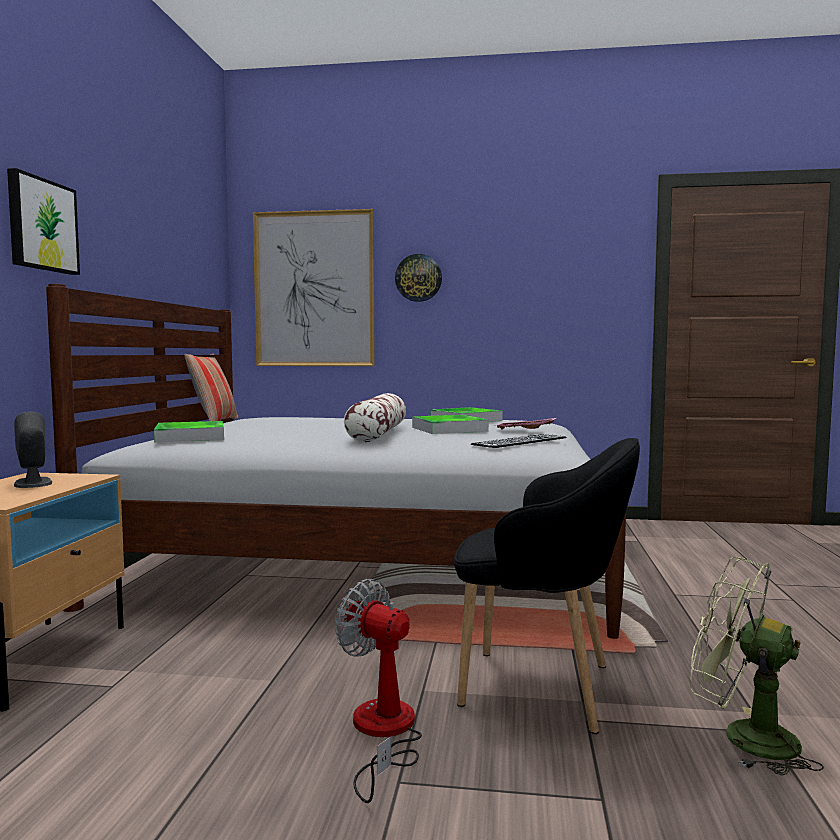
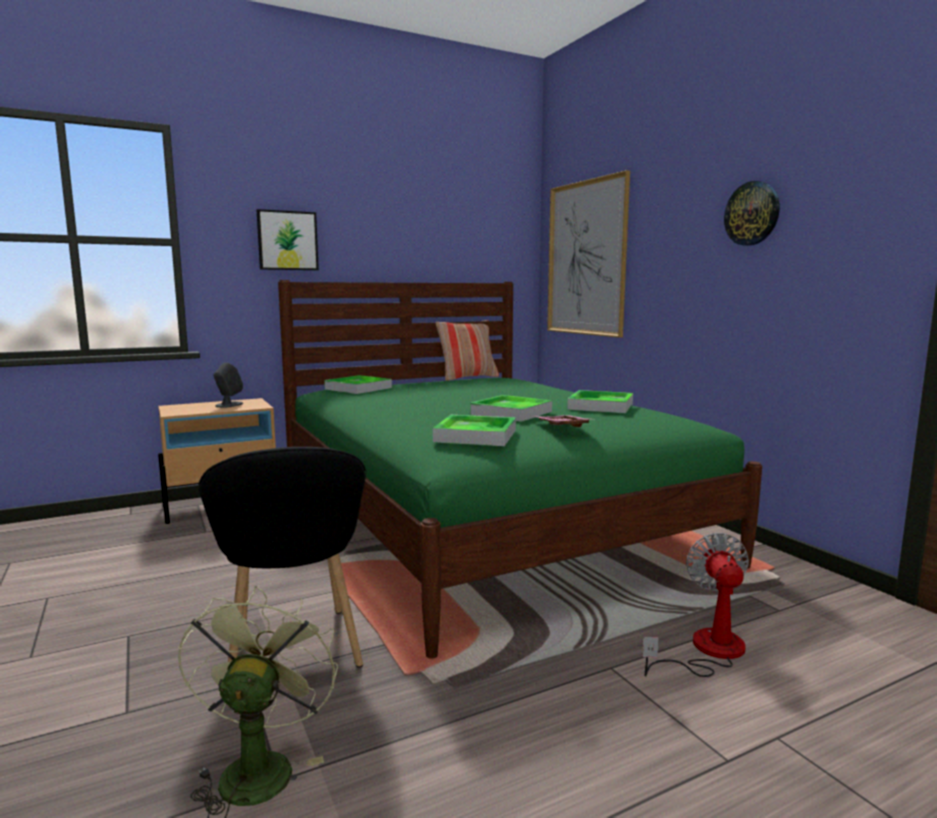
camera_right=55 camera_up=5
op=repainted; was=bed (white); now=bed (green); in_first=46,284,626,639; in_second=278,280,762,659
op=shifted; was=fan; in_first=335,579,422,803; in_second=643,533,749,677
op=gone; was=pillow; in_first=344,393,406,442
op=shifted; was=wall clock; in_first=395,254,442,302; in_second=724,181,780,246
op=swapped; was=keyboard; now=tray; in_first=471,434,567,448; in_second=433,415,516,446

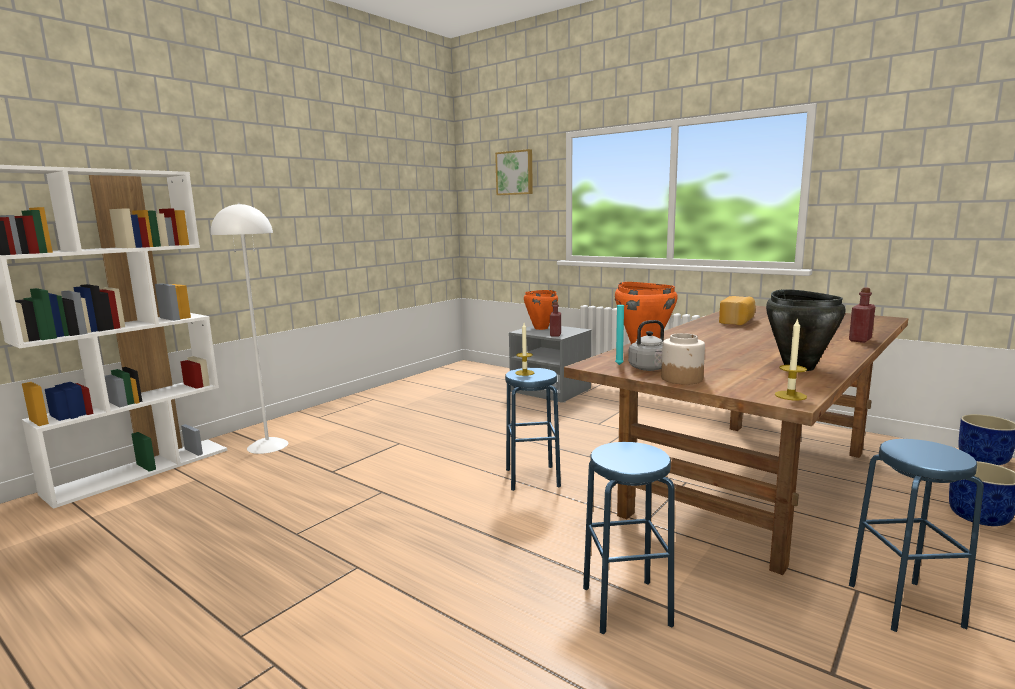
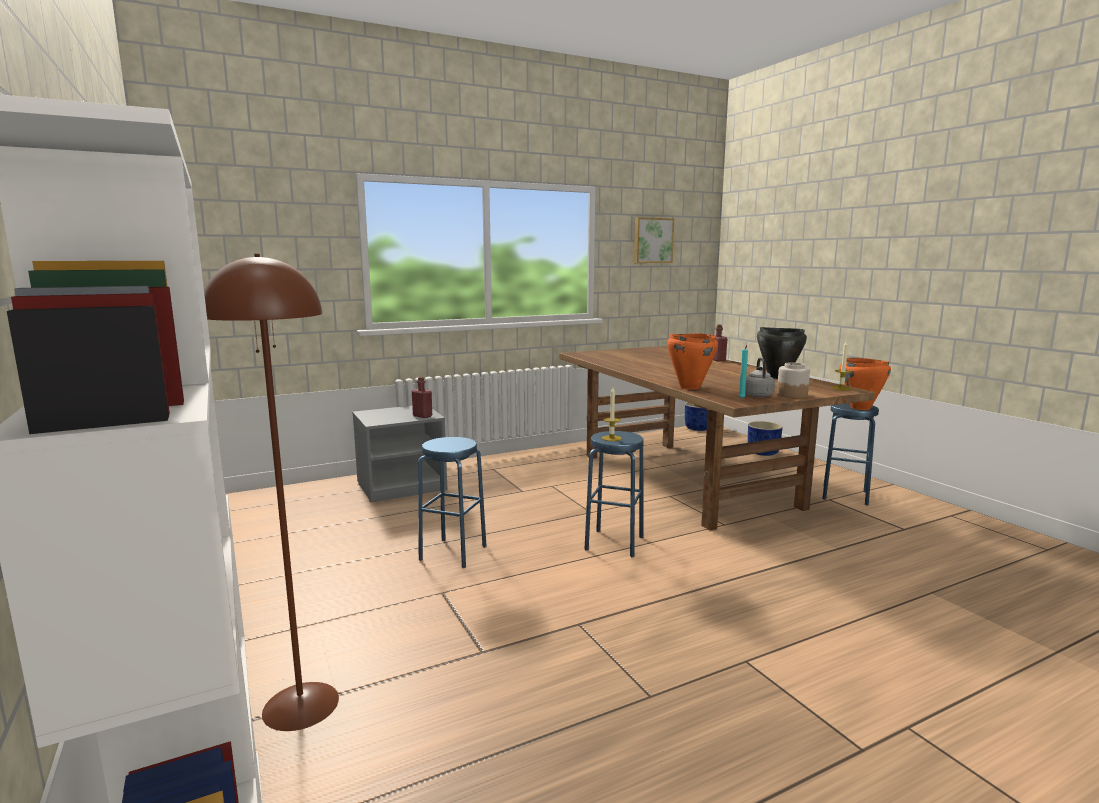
camera_right=-65 camera_up=0
op=repainted; was=floor lamp (white); now=floor lamp (brown); in_first=211,203,288,454; in_second=204,254,339,731
op=shifted; was=picture; in_first=495,149,533,195; in_second=634,217,674,263
op=shifted; was=cooking pot (orange); in_first=524,290,558,330; in_second=839,358,891,410
op=shifted; was=stool (blue); in_first=583,442,674,634; in_second=418,437,487,568
op=gone; was=bread; in_first=719,296,756,325

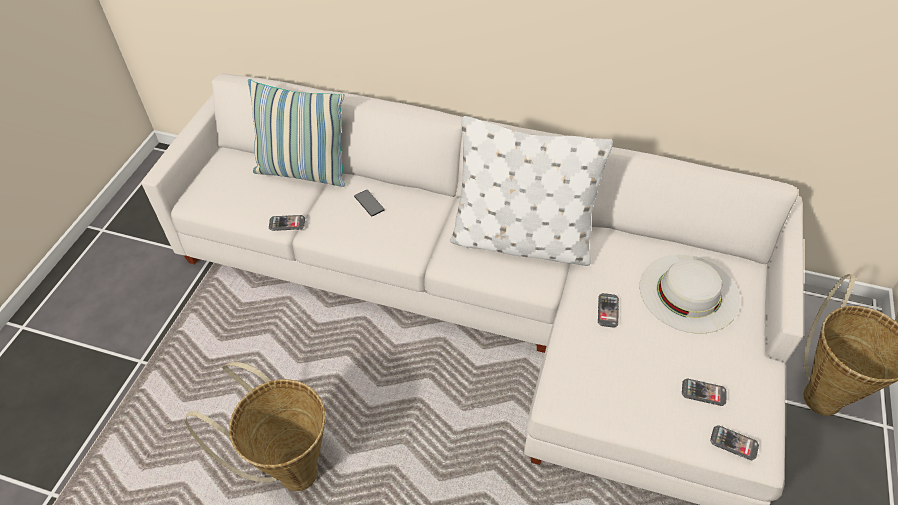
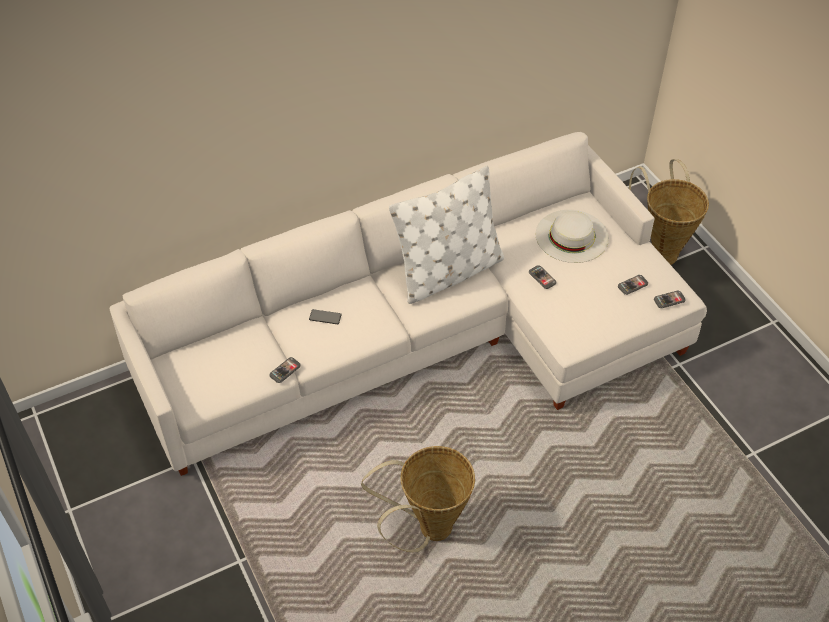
camera_right=-45 camera_up=0
op=gone; was=pillow; in_first=248,79,345,187

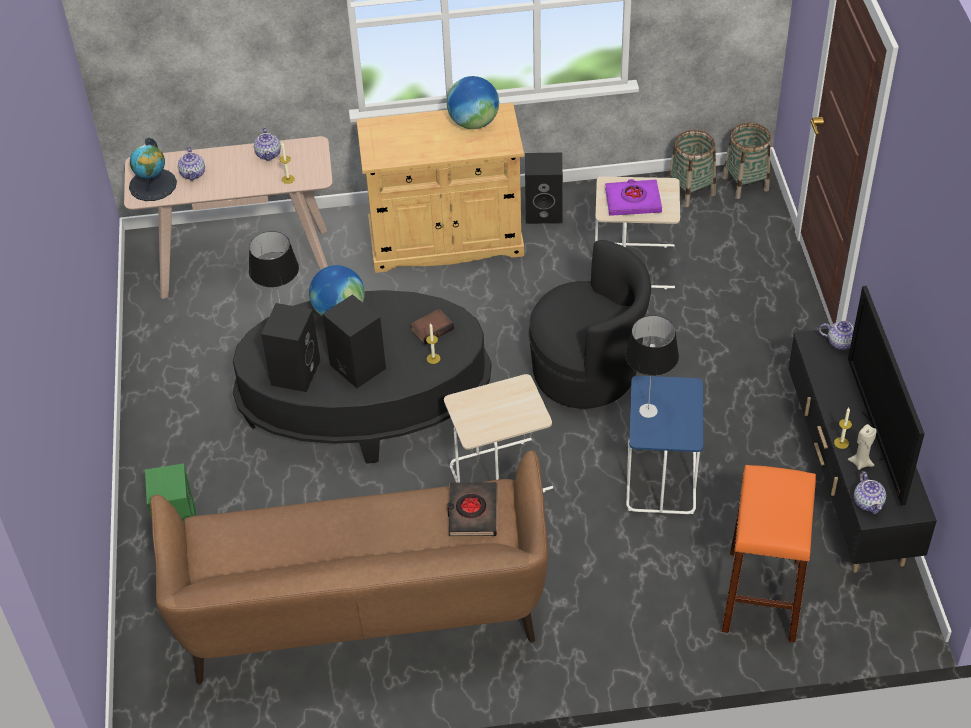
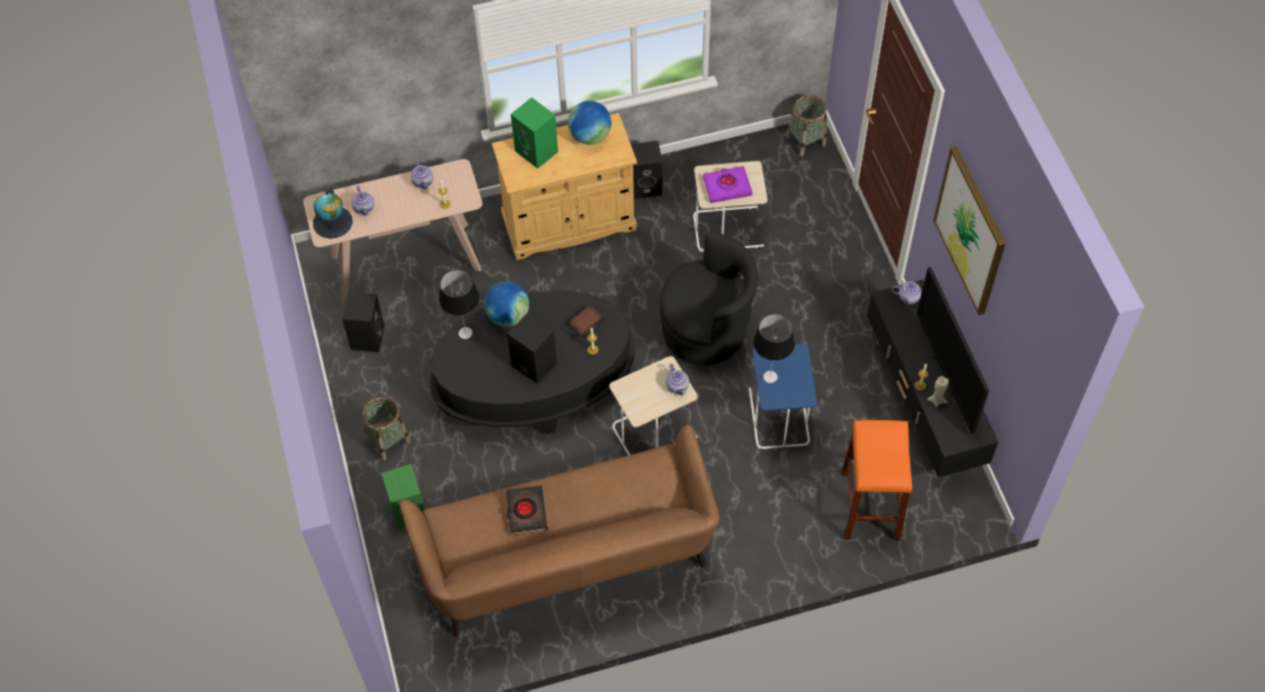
camera_right=-10 camera_up=10
op=shifted; was=speaker (black); in_first=261,303,320,392; in_second=342,292,385,352
op=shifted; was=book (black); in_first=448,482,497,536; in_second=505,485,548,535
op=shifted; was=basket; in_first=668,130,716,207; in_second=362,396,411,460
op=shifted; was=teapot; in_first=854,471,886,514; in_second=666,364,689,396
op=new; now=speaker (green); in_second=511,97,558,169
op=new; now=picture; in_second=933,146,1005,315

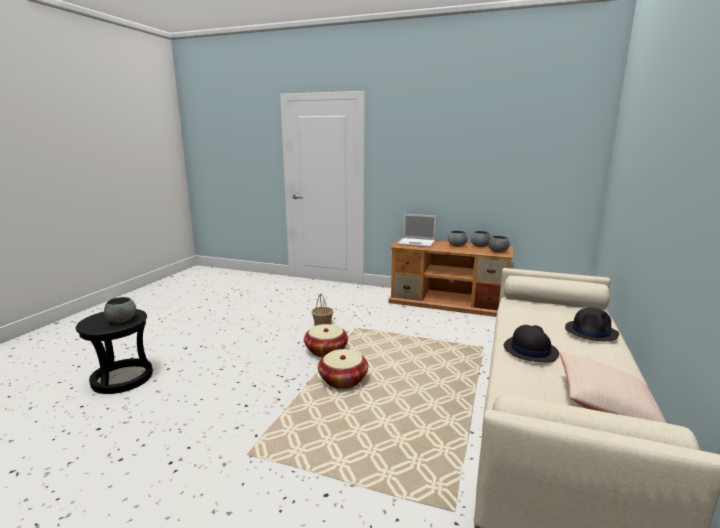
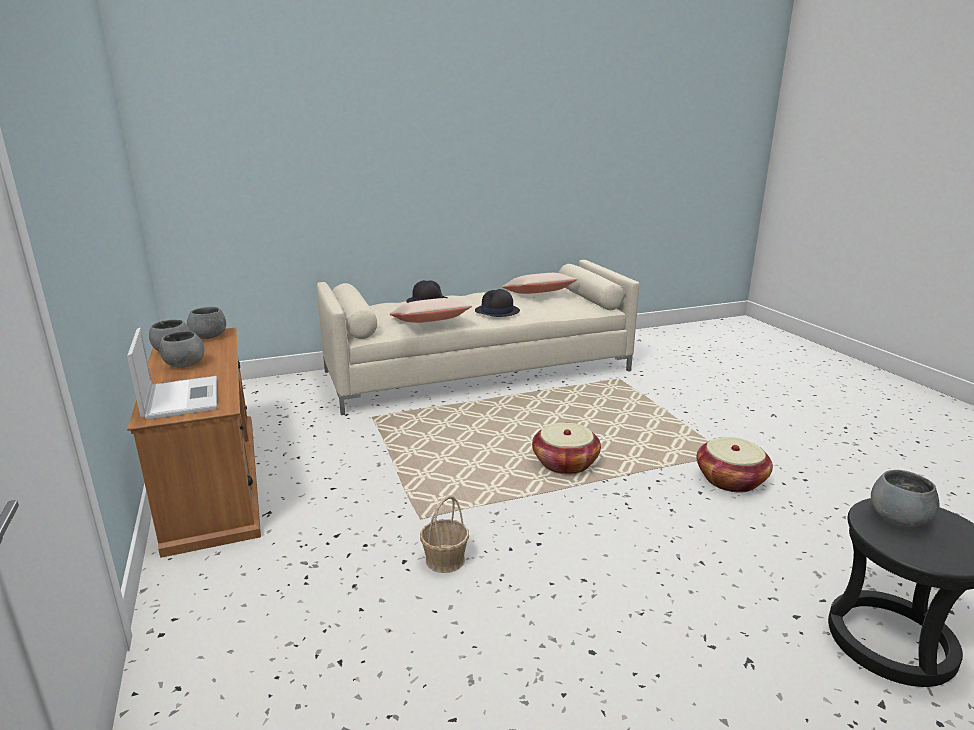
camera_right=-130 camera_up=5
op=shifted; was=basket; in_first=304,324,348,357; in_second=697,437,773,492
op=new; now=pillow (beige); in_second=390,298,472,323

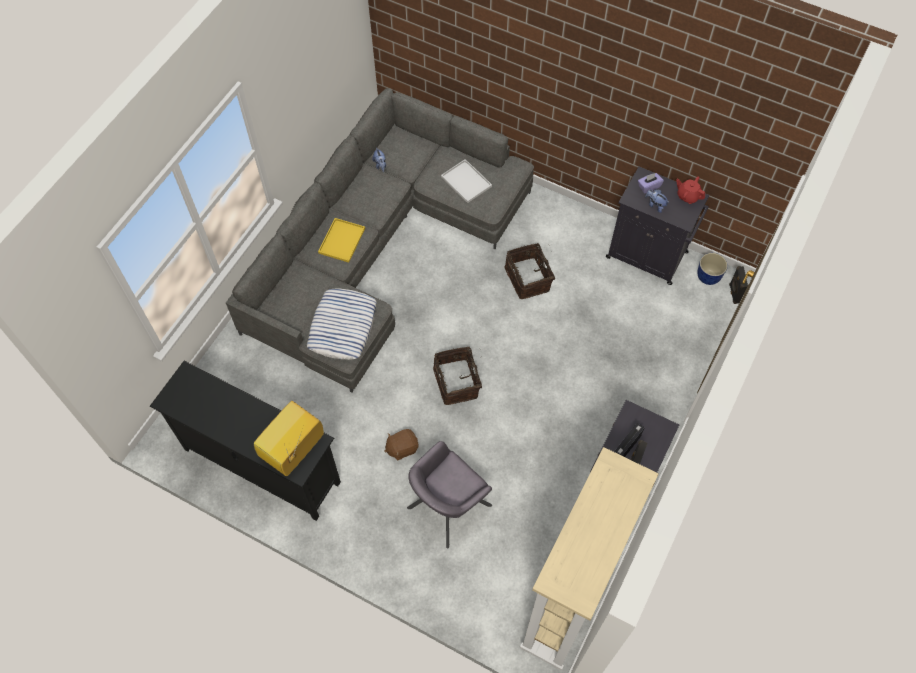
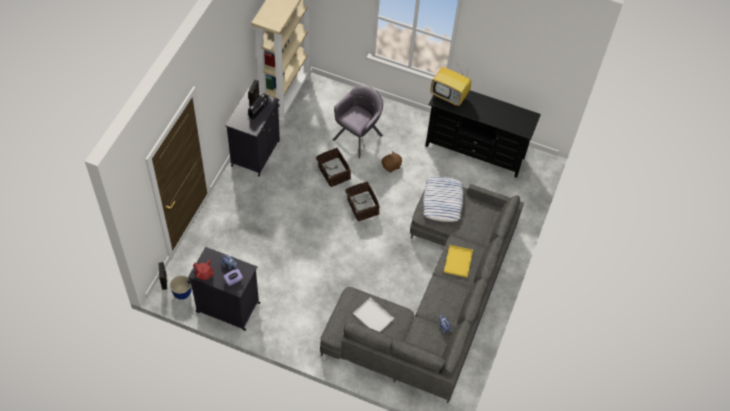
camera_right=170 camera_up=-5
op=rotated; was=television; in_first=254,401,324,476; in_second=431,64,471,106; clockwise=90
op=shifted; was=basket; in_first=504,243,555,299; in_second=316,148,351,187

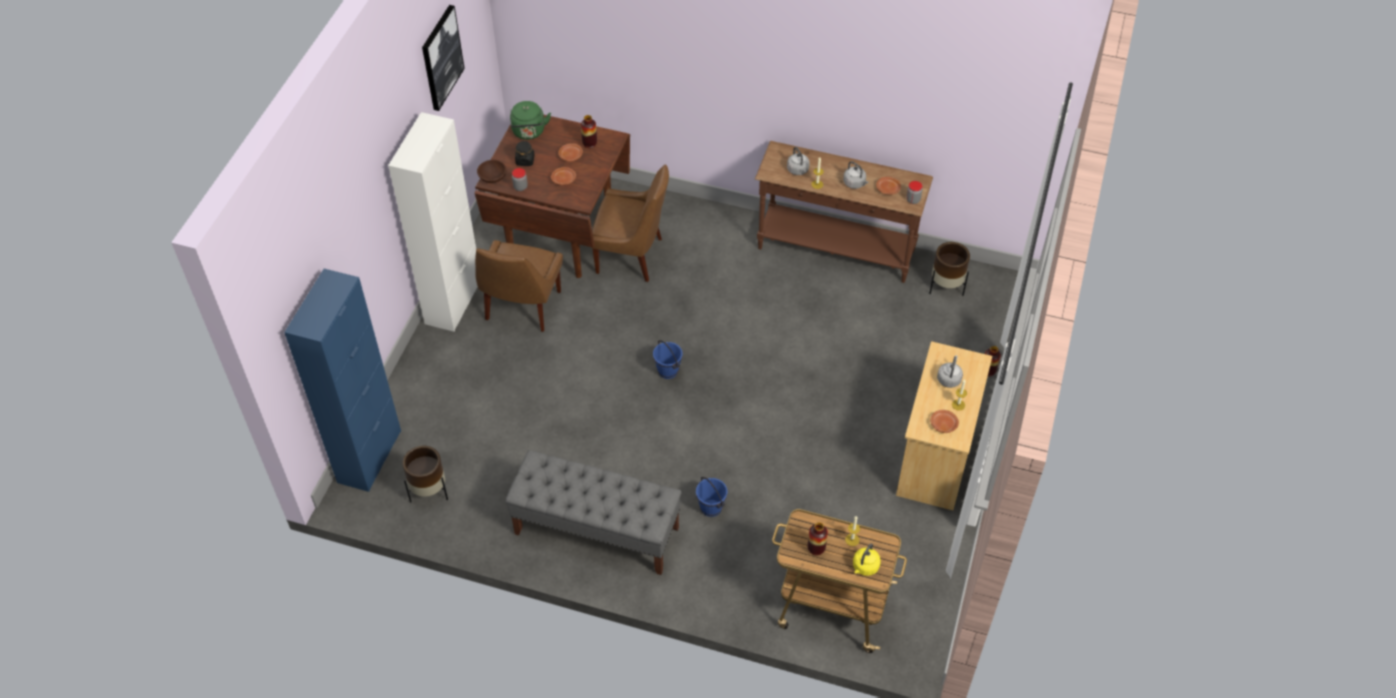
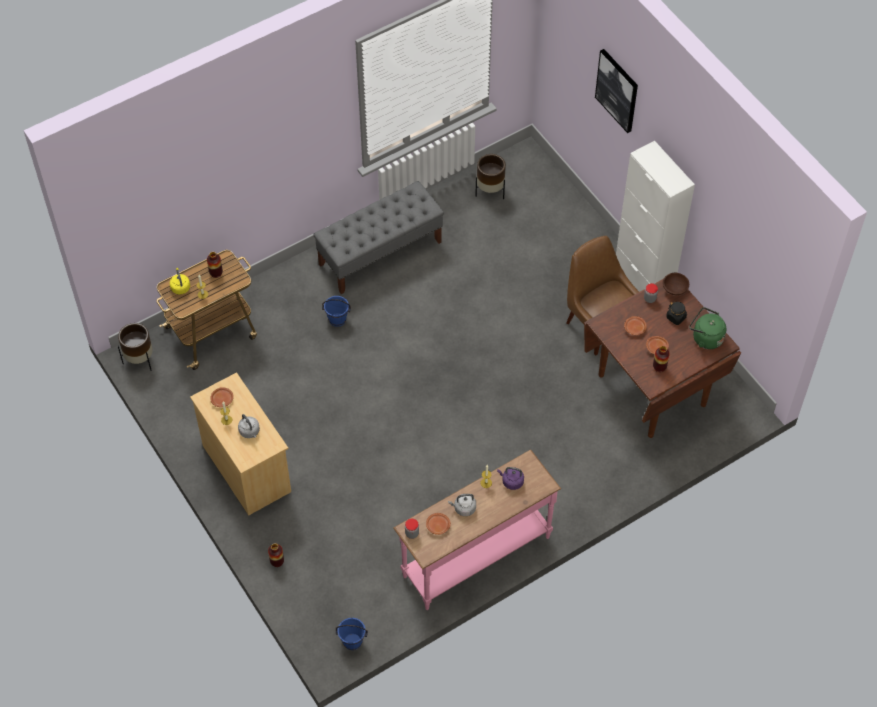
camera_right=130 camera_up=5
op=gone; was=cabinet (blue); in_first=284,269,401,492
op=shifted; was=picture; in_first=422,5,465,111; in_second=595,49,638,133
op=gone; was=chair (brown); in_first=591,165,669,282
op=shifted; was=bucket (blue); in_first=653,340,683,379; in_second=336,618,368,650
op=repainted; was=console table (brown); now=console table (pink); in_first=755,141,933,283; in_second=393,449,561,610
op=repainted; was=kettle (grey); now=kettle (purple); in_first=787,147,810,175; in_second=497,467,524,490
op=shifted; was=planter (brown); in_first=929,242,970,296; in_second=118,323,153,370

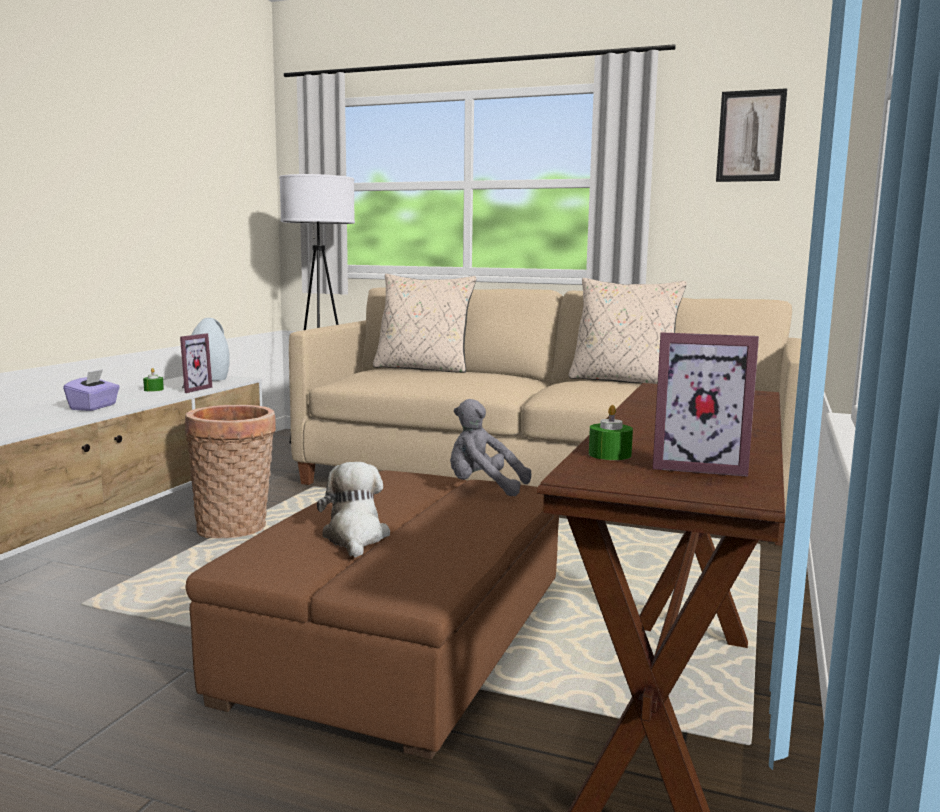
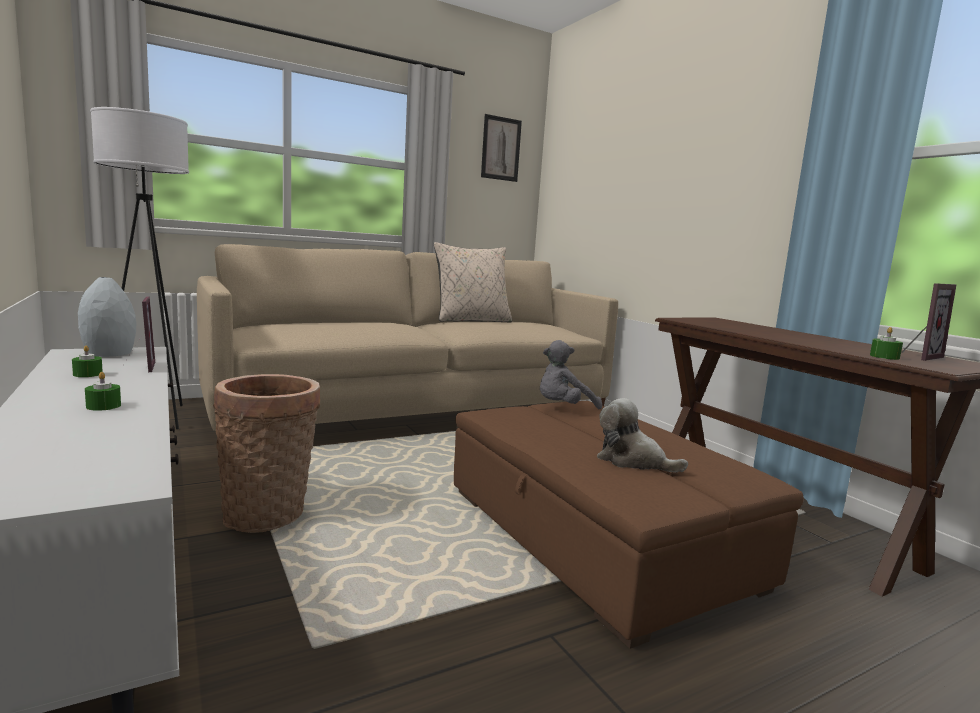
camera_right=-50 camera_up=0
op=swapped; was=tissue box (purple); now=candle (green); in_first=63,369,120,411; in_second=85,372,121,411
op=gone; was=pillow (beige); in_first=373,274,477,373

